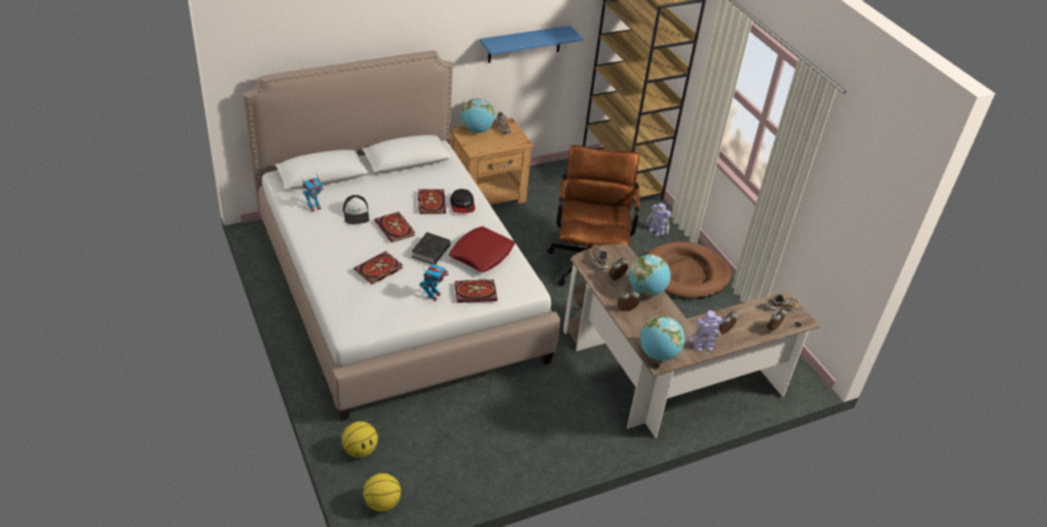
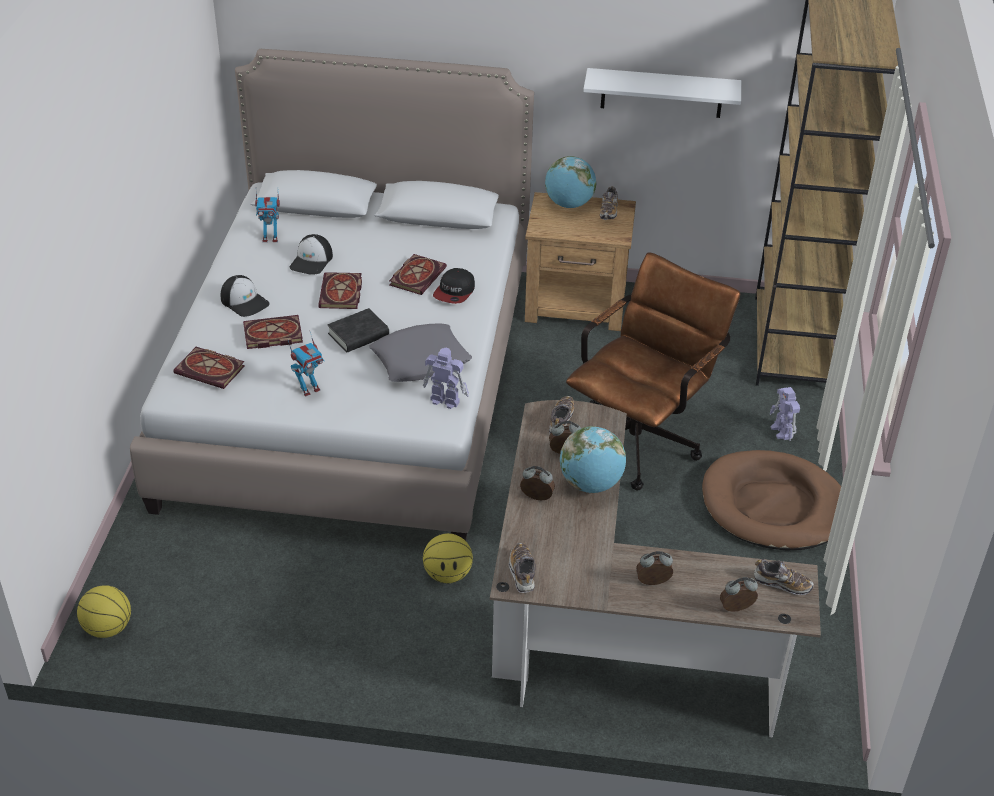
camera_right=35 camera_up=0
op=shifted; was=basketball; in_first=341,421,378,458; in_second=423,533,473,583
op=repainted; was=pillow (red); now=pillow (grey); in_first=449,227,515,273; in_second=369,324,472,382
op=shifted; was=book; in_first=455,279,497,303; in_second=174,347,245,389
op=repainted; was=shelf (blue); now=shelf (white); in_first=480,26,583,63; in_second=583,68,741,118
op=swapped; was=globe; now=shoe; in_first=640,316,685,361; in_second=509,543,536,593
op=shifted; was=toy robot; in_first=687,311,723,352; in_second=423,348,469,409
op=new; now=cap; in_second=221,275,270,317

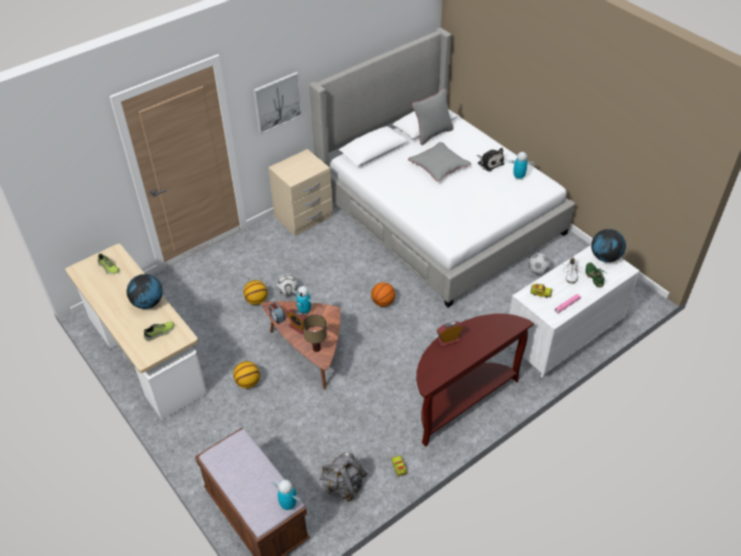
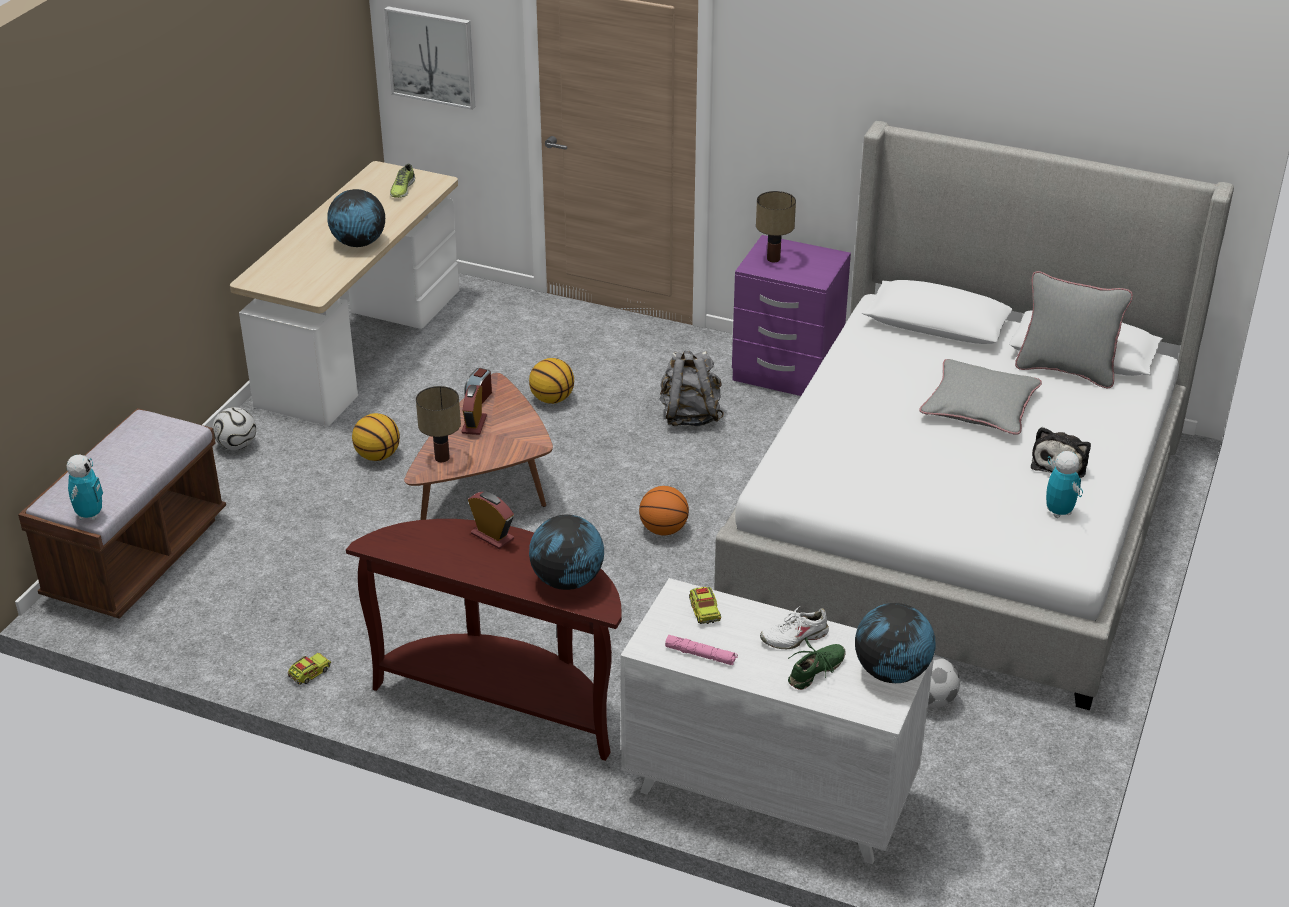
camera_right=60 camera_up=-10
op=gone; was=shoe; in_first=144,321,174,341
op=shifted; was=picture; in_first=253,72,302,134; in_second=384,6,475,110
op=repainted; was=nightstand (beige); now=nightstand (purple); in_first=268,149,333,236; in_second=732,235,851,396
op=shifted; was=football; in_first=276,274,298,296; in_second=212,407,256,450
op=gone; was=toy robot; in_first=292,286,315,315
op=shifted; was=backpack (grey); in_first=319,452,367,502; in_second=659,350,724,426
op=new; now=globe; in_second=529,515,604,590
op=new; now=table lamp; in_second=756,191,796,262

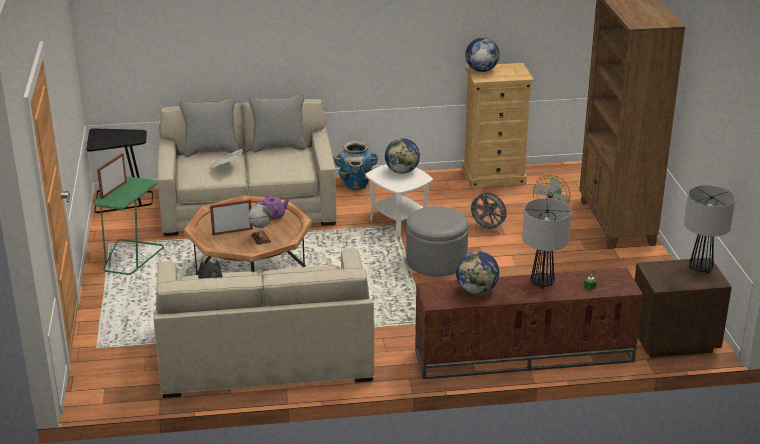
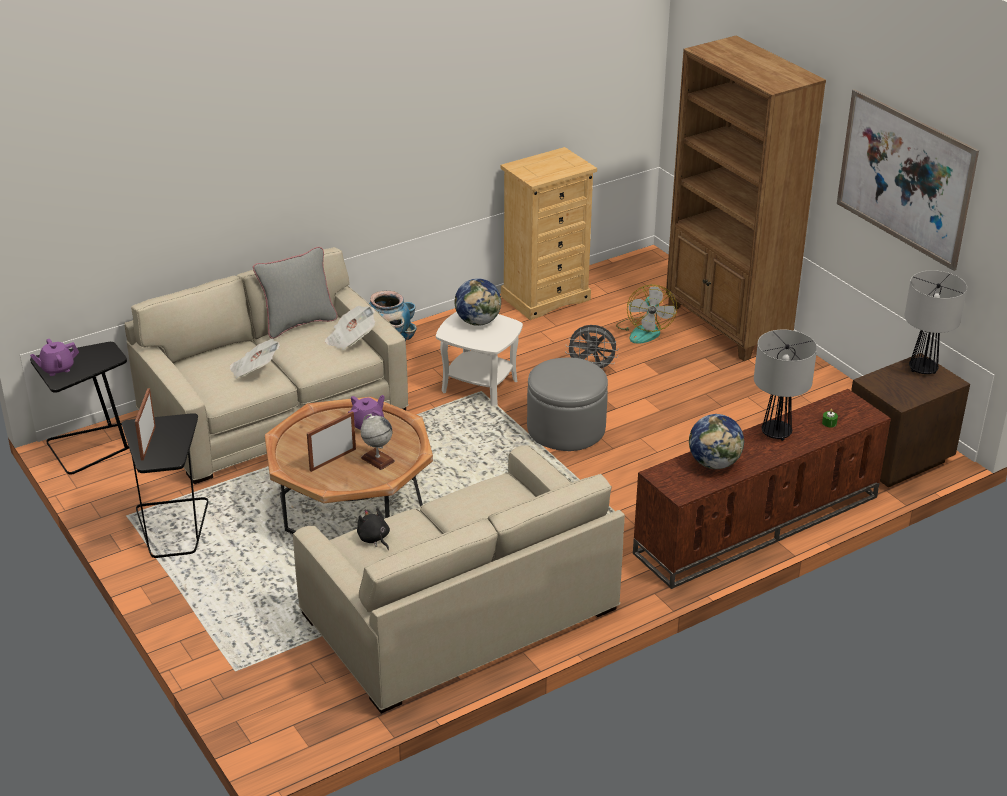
camera_right=-25 camera_up=5
op=repainted; was=side table (green); now=side table (black); in_first=95,176,164,275; in_second=122,413,209,558
op=gone; was=pillow (grey); in_first=179,97,239,157
op=gone; was=globe; in_first=465,38,500,72
op=new; now=teapot (purple); in_second=30,339,79,376
op=new; now=newspaper; in_second=325,306,375,350
op=new; now=picture; in_second=837,89,979,271

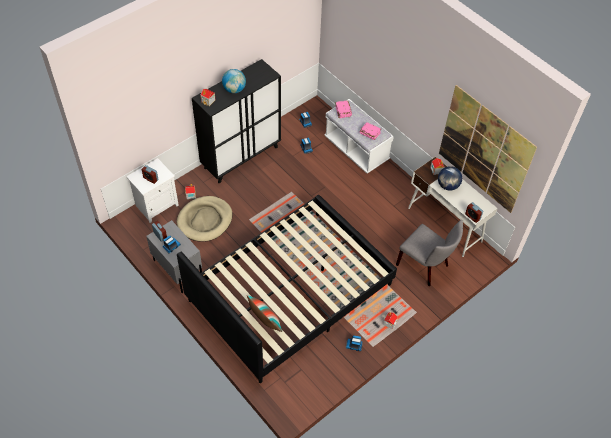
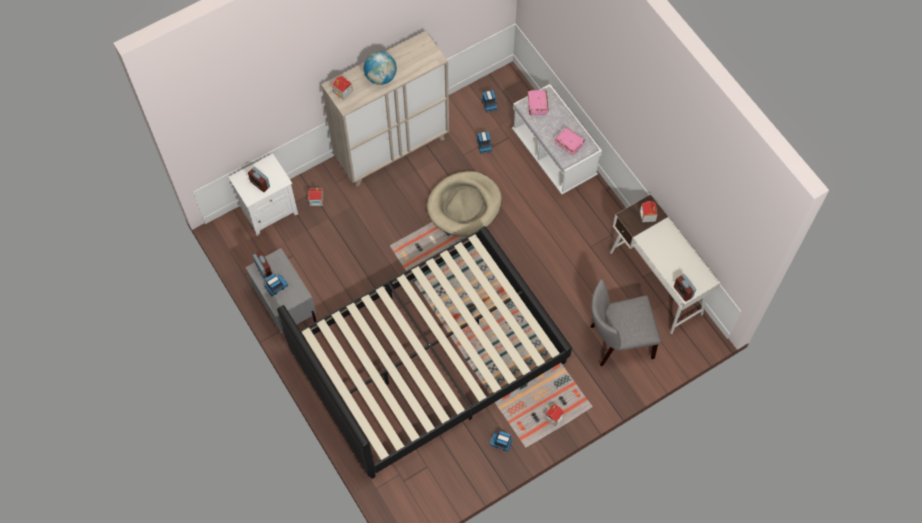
camera_right=10 camera_up=10
op=shifted; was=dog bed (beige); in_first=177,196,233,242; in_second=427,171,502,236
op=repainted; was=cabinet (black); now=cabinet (beige); in_first=192,59,281,183; in_second=321,31,449,187
op=gone; was=pillow; in_first=247,295,282,332
op=rotated; was=chair (grey); in_first=396,220,463,286; in_second=590,279,661,366; clockwise=120
op=gone; was=globe; in_first=438,166,462,191
op=gone; was=picture; in_first=439,85,537,213

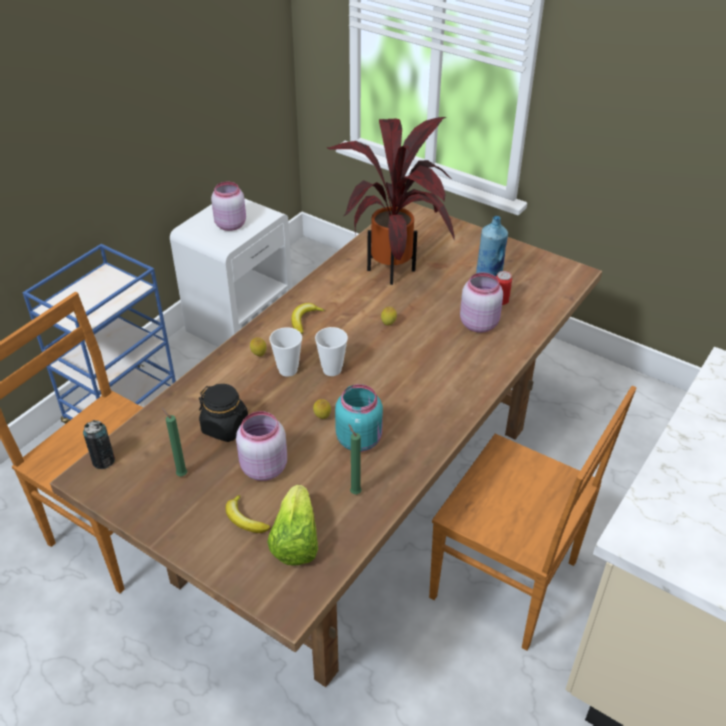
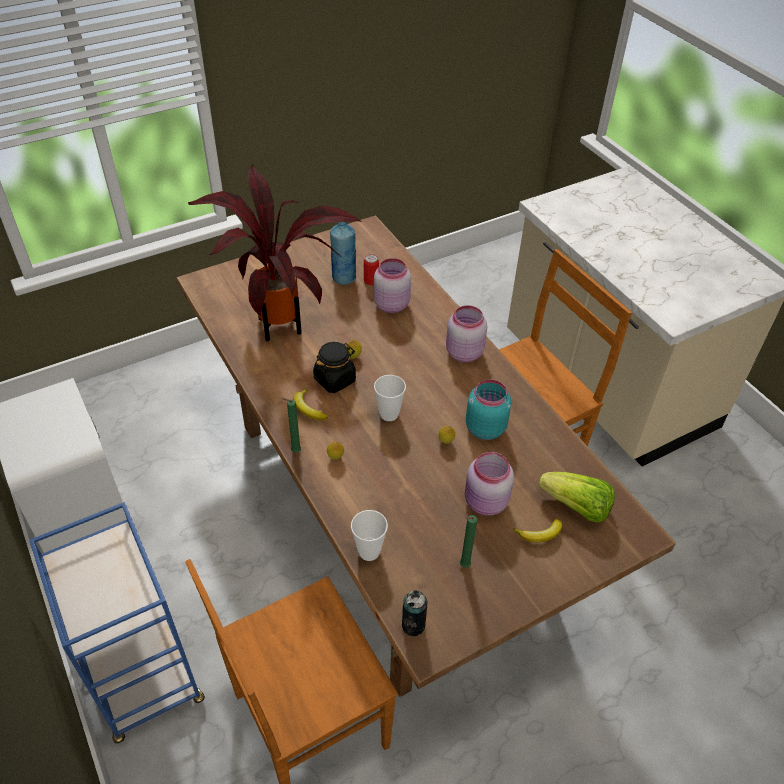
camera_right=-65 camera_up=5
op=shifted; was=jar (black); in_first=199,384,248,442; in_second=313,342,356,393
op=shifted; was=jar (pink); in_first=211,182,246,231; in_second=446,305,487,362
op=shifted; was=cup; in_first=269,327,302,377; in_second=351,510,388,561
op=shifted; was=candle (green); in_first=348,424,362,494; in_second=282,398,301,453

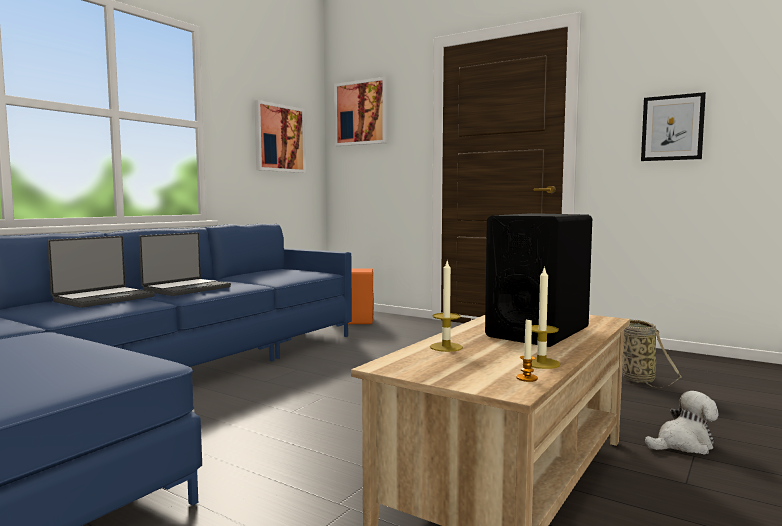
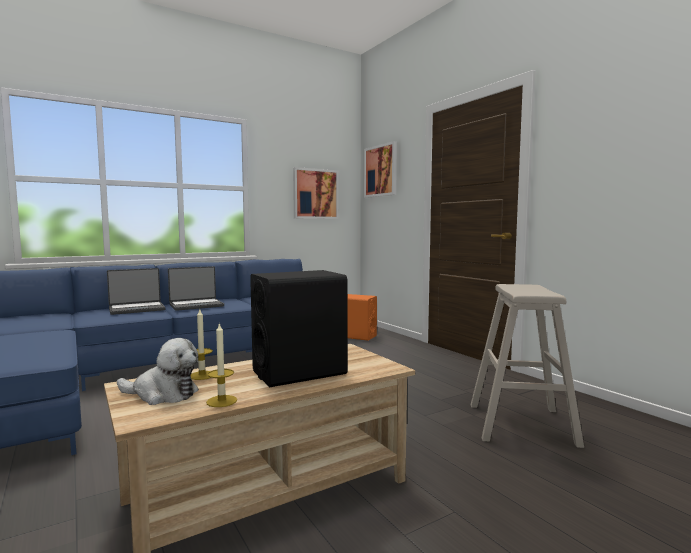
camera_right=25 camera_up=0
op=gone; was=candle; in_first=516,318,538,382
op=swapped; was=basket; now=stool (beige); in_first=622,319,682,388; in_second=471,284,584,448
op=gone; was=picture; in_first=641,92,706,161
op=shifted; was=plush toy; in_first=645,391,719,455; in_second=117,338,199,405

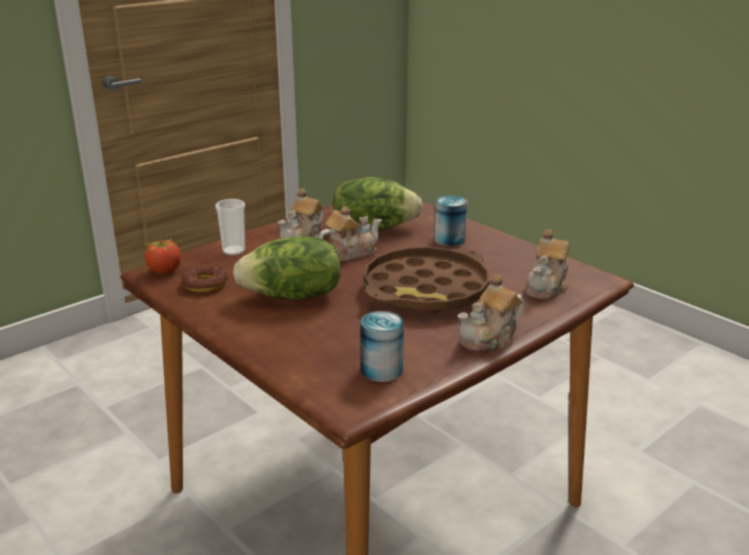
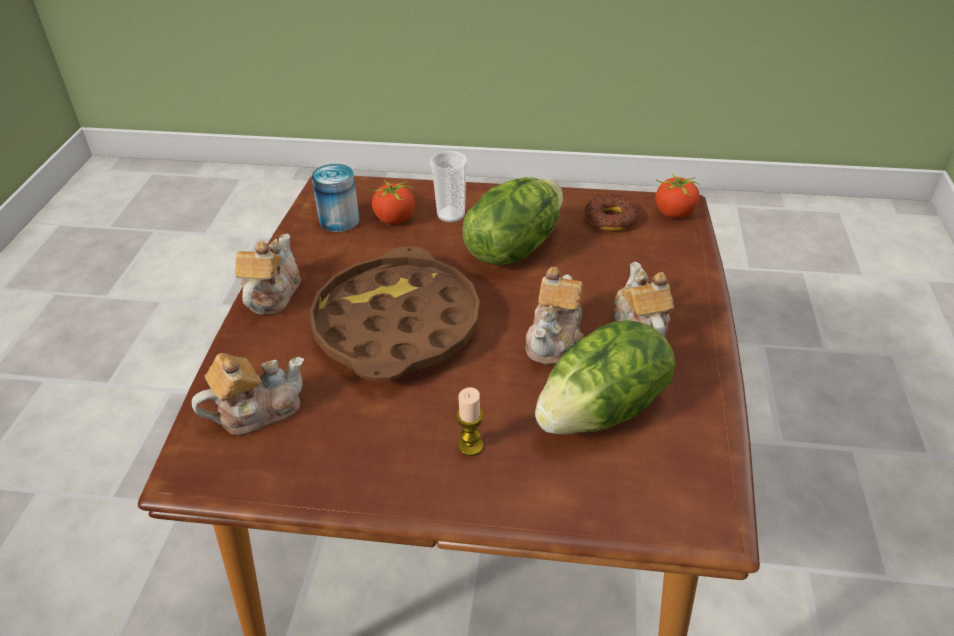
camera_right=140 camera_up=15
op=shifted; was=cup; in_first=215,199,245,255; in_second=430,151,468,223
op=swapped; was=can; now=candle; in_first=434,196,468,246; in_second=457,387,483,456
op=rotated; was=teapot; in_first=525,229,569,299; in_second=192,353,304,435; clockwise=75
op=new; now=tomato; in_second=367,180,415,224

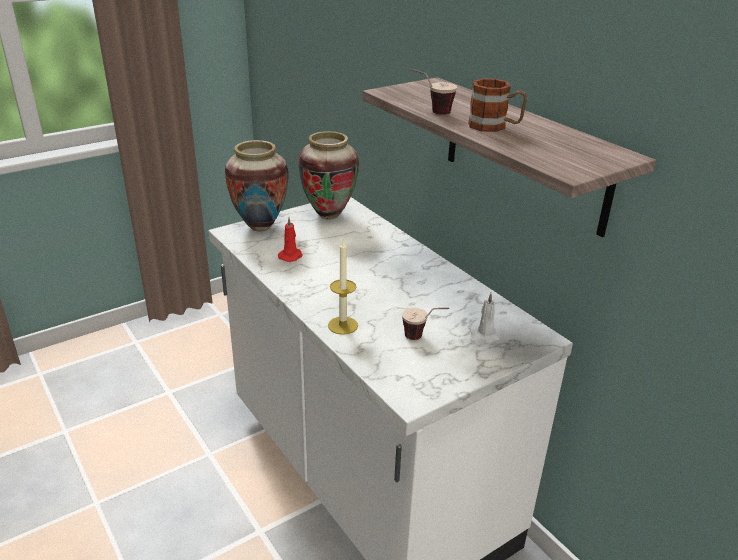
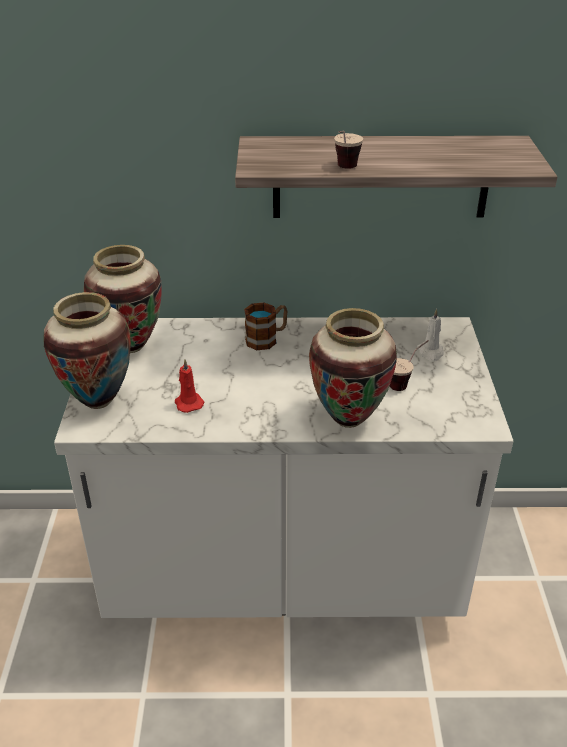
camera_right=-55 camera_up=5
op=swapped; was=candle; now=vase; in_first=328,240,358,335; in_second=309,308,397,428
op=shifted; was=mug; in_first=468,78,527,132; in_second=244,303,288,350

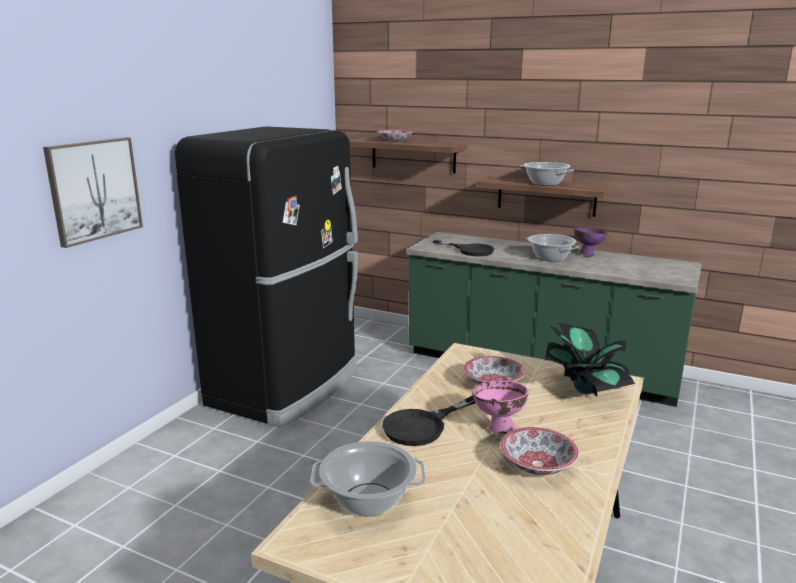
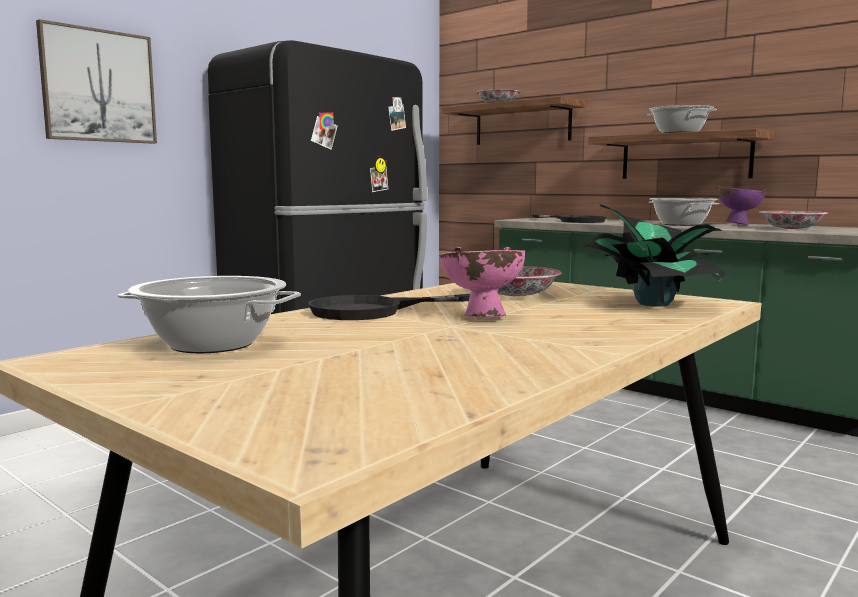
camera_right=15 camera_up=-10
op=shifted; was=bowl; in_first=500,427,579,475; in_second=759,211,828,229

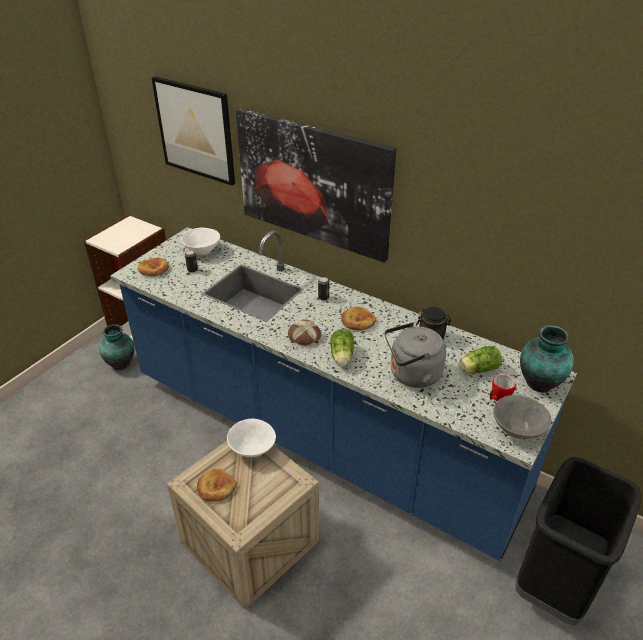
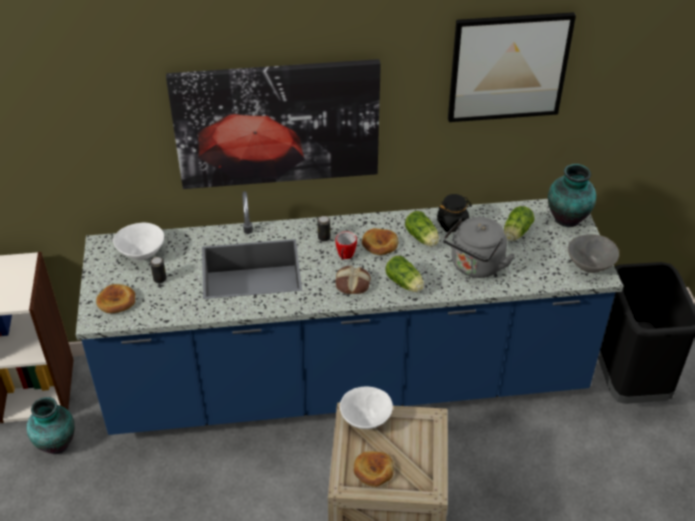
camera_right=-40 camera_up=5
op=shifted; was=picture; in_first=151,76,235,186; in_second=448,12,576,122
op=shifted; was=mug; in_first=490,374,516,401; in_second=335,231,357,260
op=new; now=lettuce; in_second=405,211,439,246

